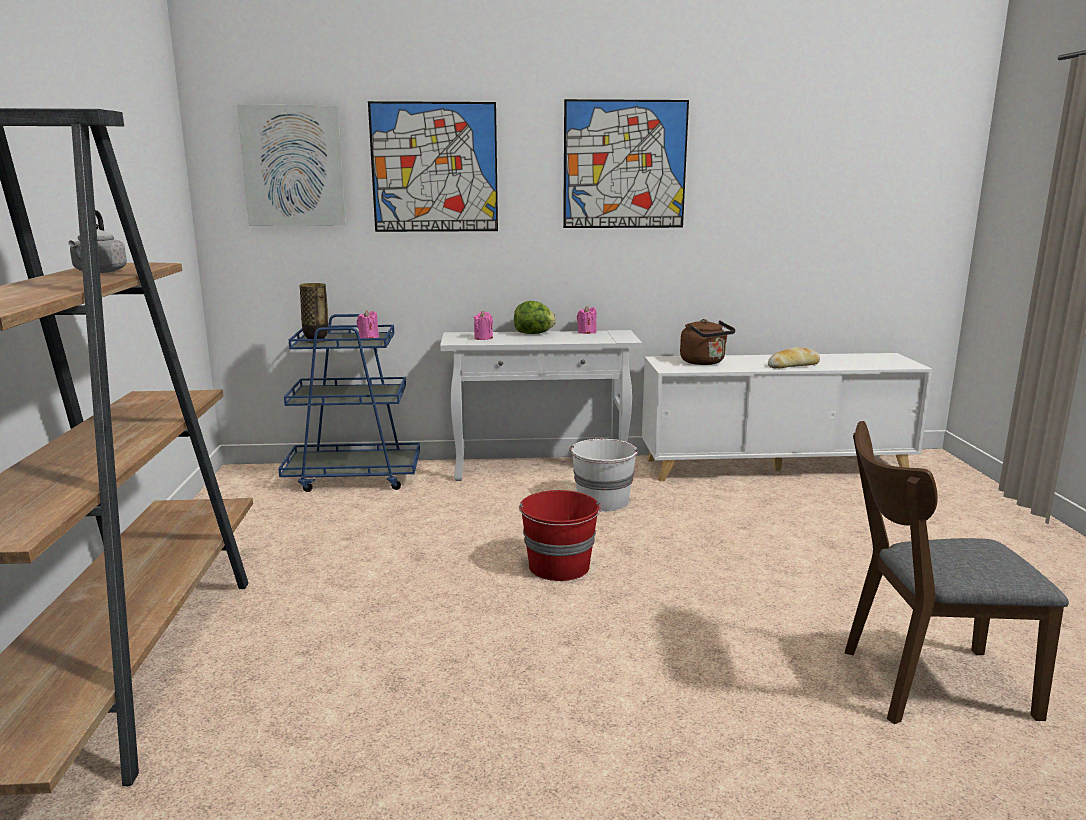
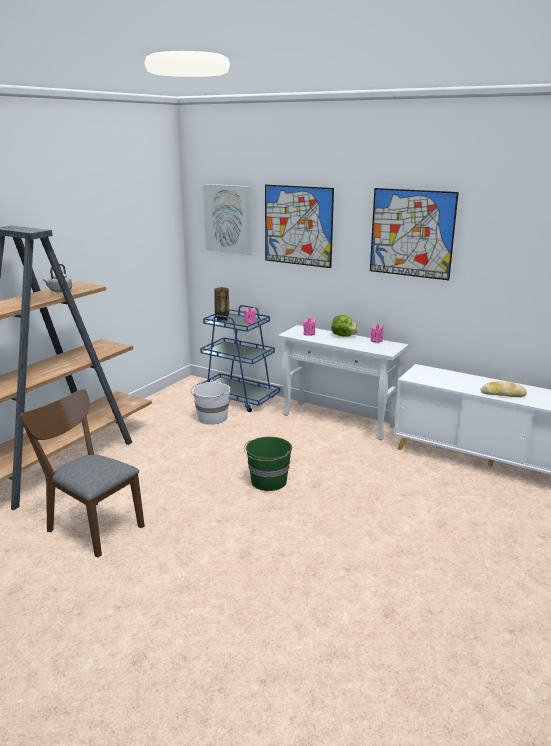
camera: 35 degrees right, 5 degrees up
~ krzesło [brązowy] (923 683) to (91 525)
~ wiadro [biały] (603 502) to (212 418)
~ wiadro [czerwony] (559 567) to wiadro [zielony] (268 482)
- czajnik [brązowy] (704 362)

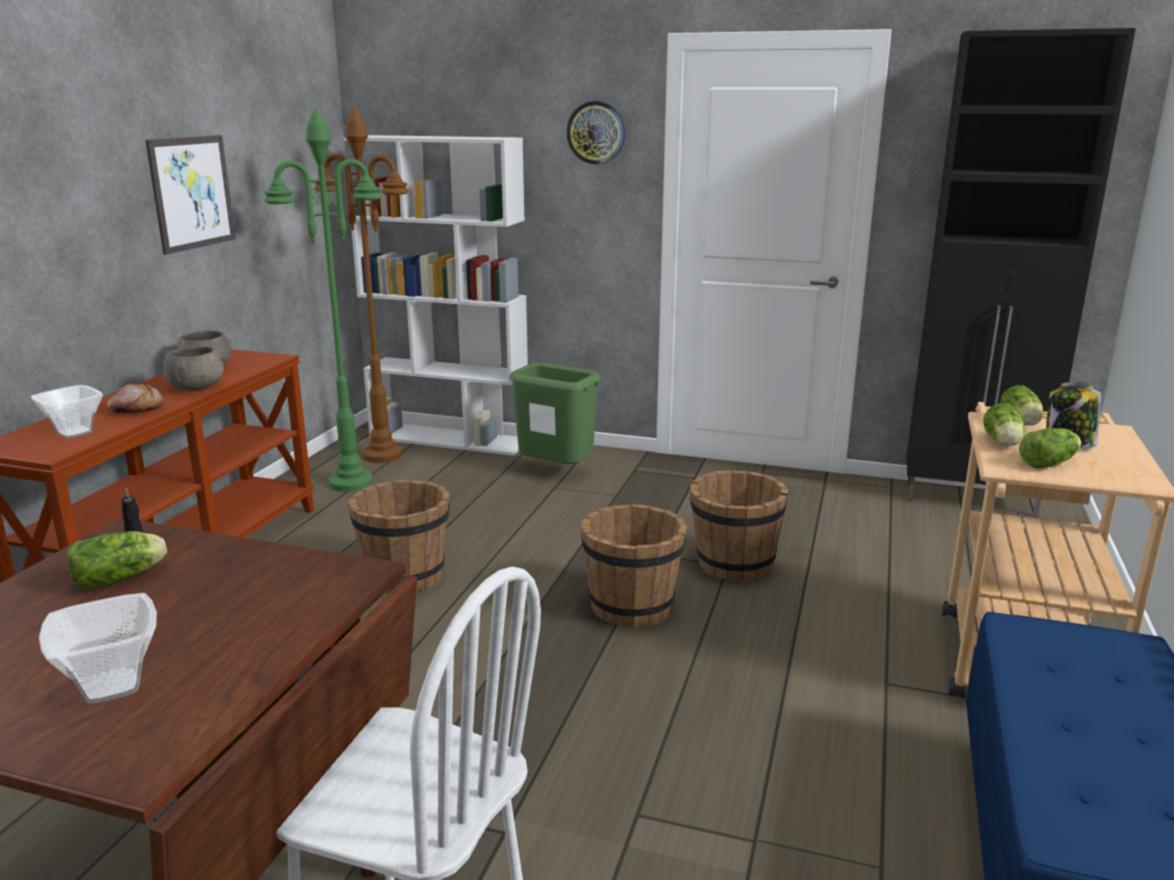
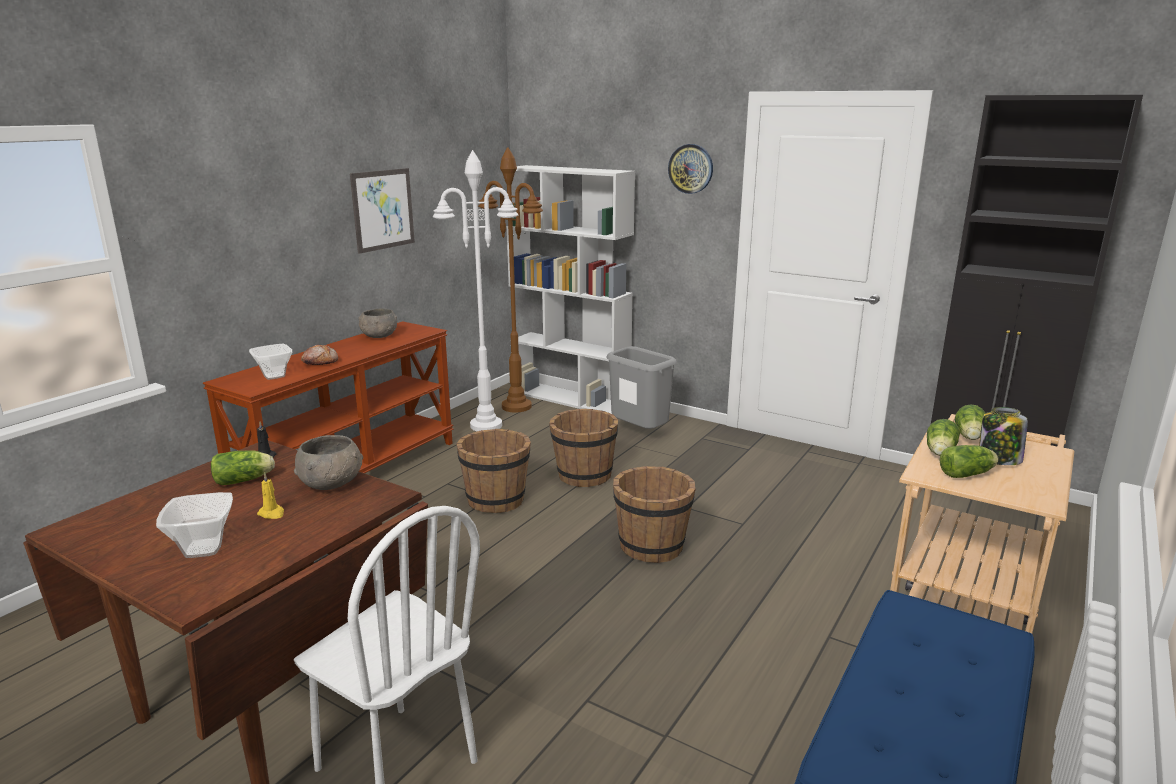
camera: 15 degrees right, 0 degrees up
+ świeca [żółty] (272 513)
~ miska [szary] (197 387) to (332 483)
~ lampa stojąca [zielony] (352 482) to lampa stojąca [biały] (486 425)
~ wiadro [brązowy] (734 564) to (584 475)
~ kosz na śmieci [zielony] (557 473) to kosz na śmieci [szary] (640 434)

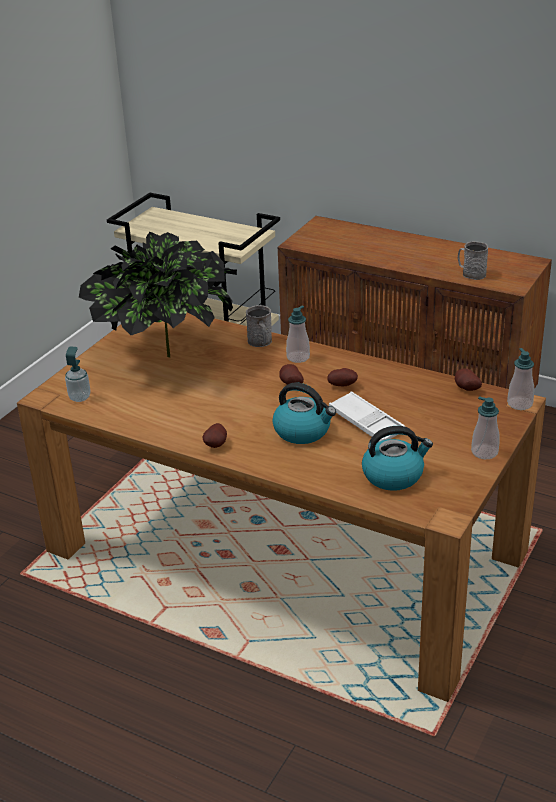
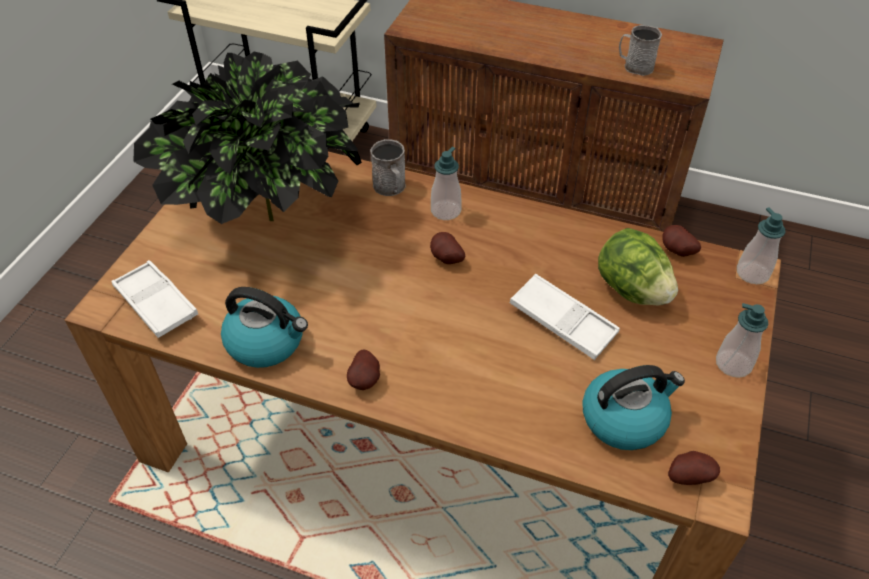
camera: 10 degrees left, 15 degrees up
~ dozownik mydła (80 397) to taca [biały] (156 303)
~ czajnik (303 431) to (267 342)
+ sałata (631 290)
~ ziemniak (343 385) to (688 476)

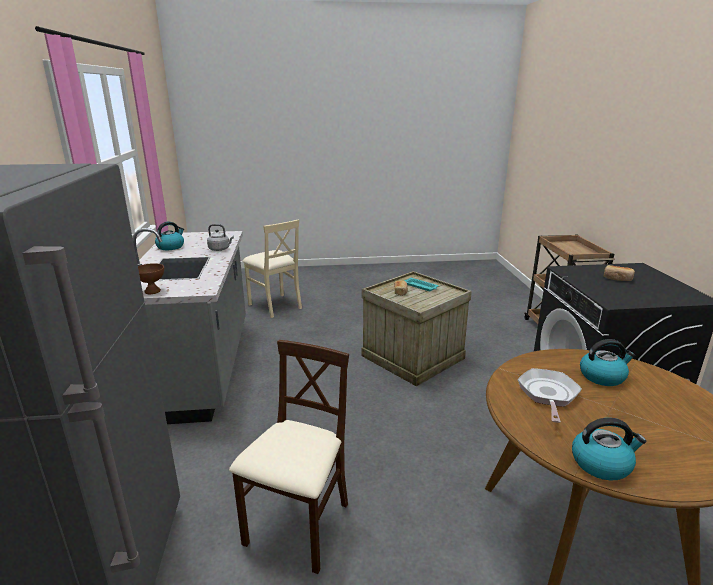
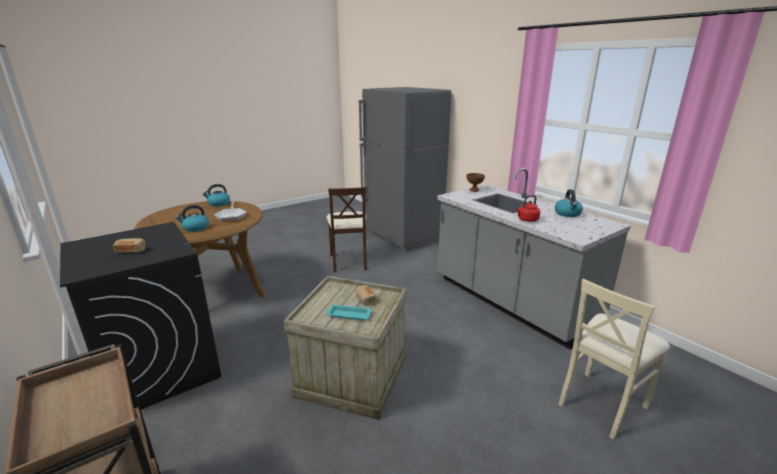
camera: 150 degrees right, 0 degrees up
~ czajnik [szary] (220 249) to czajnik [czerwony] (527 220)
~ krzesło [beżowy] (275 305) = (601 403) 60 degrees counterclockwise

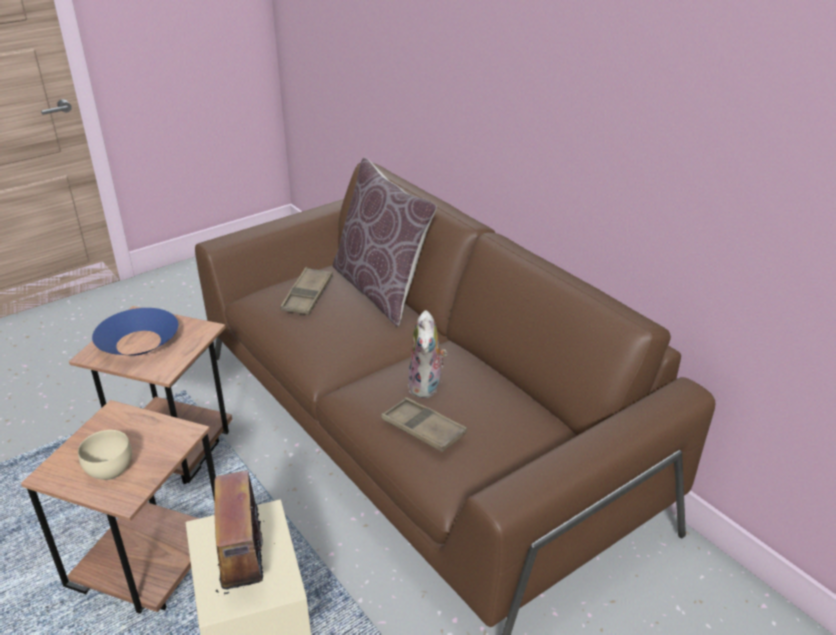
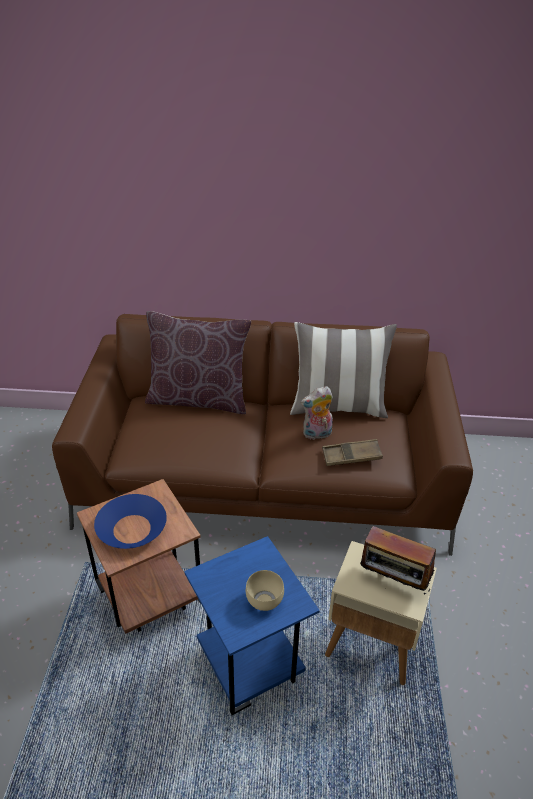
camera: 50 degrees left, 5 degrees up
~ stolik [brązowy] (151 573) to stolik [niebieski] (248 667)
+ poduszka (338 407)
~ pluszak (427 386) = (317 434) 120 degrees clockwise
- taca [brązowy] (307 296)

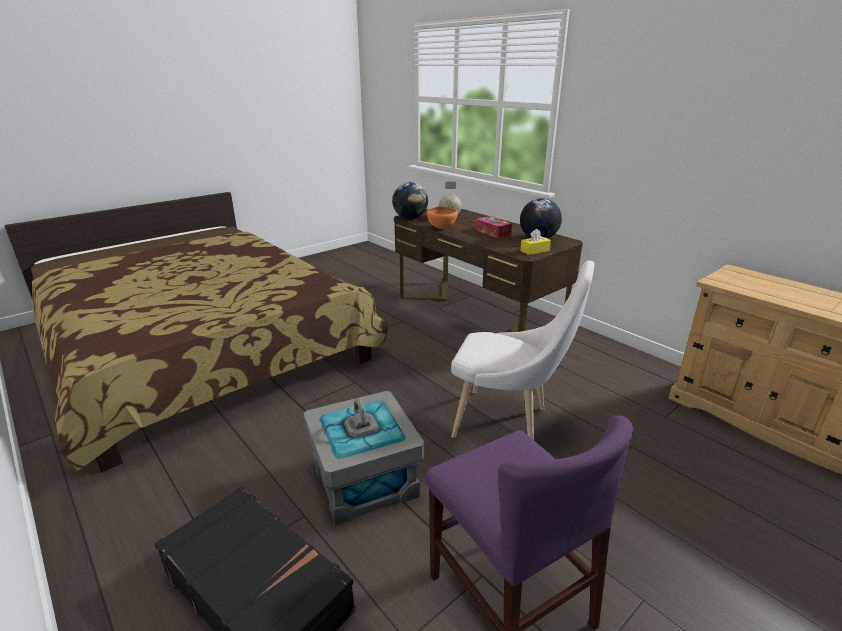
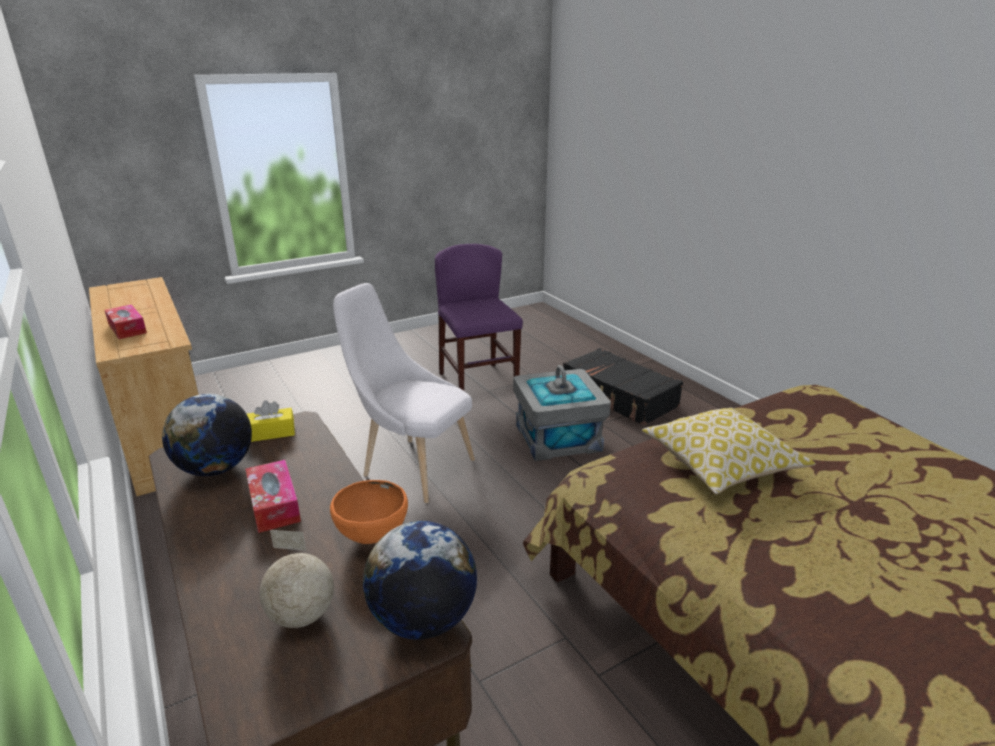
camera: 170 degrees left, 0 degrees up
+ pudełko chusteczek (127 328)
+ poduszka (721 465)

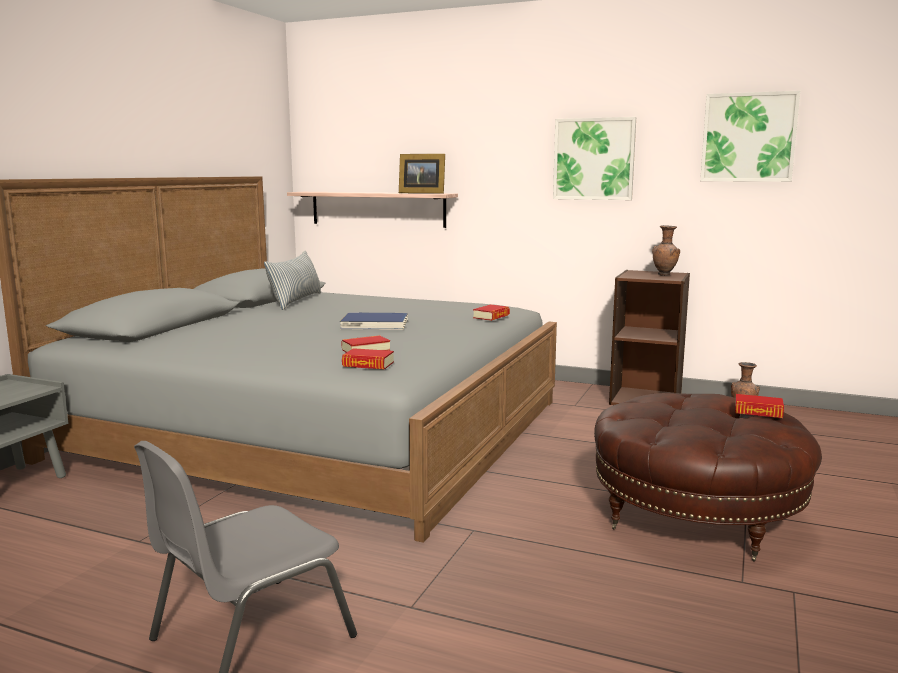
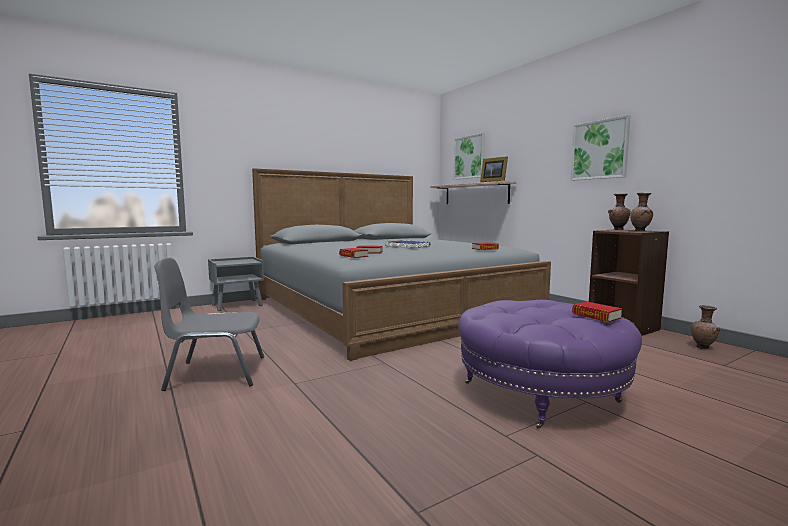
camera: 35 degrees right, 5 degrees down
~ obraz (748 137) to (469 157)
~ pufa [brązowy] (695 515) to pufa [fioletowy] (540 392)
+ wazon [brązowy] (618 229)
- poduszka (296 301)

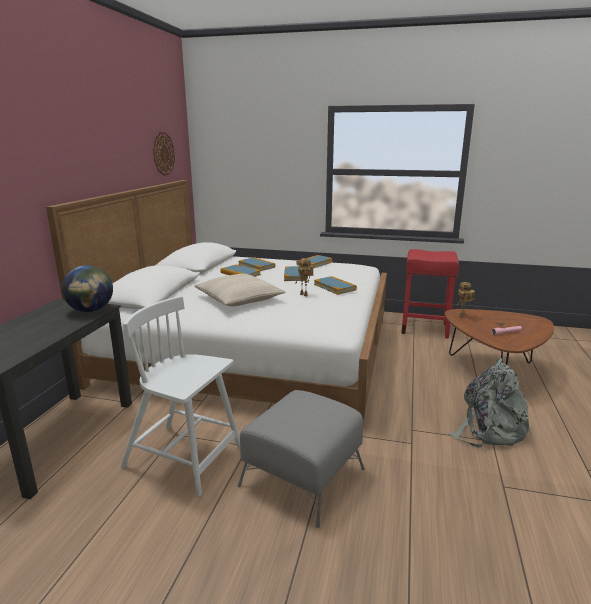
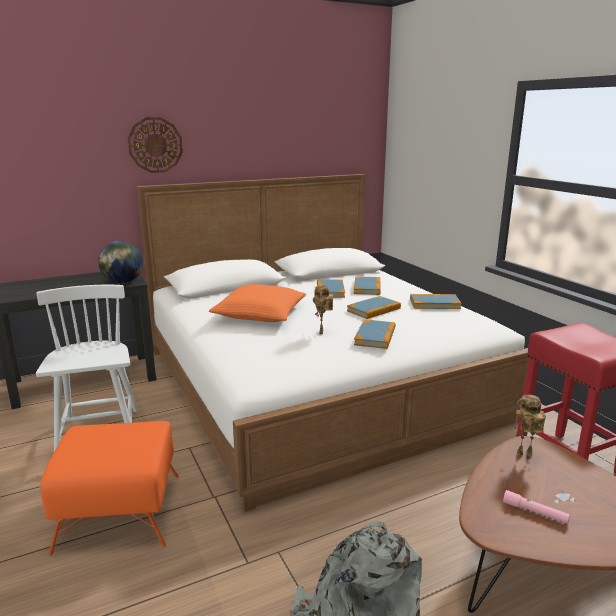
camera: 50 degrees right, 0 degrees up
~ pufa [szary] (303 477) to pufa [pomarańczowy] (120 512)
~ zegar ścienny (163 154) to (155 145)
~ poduszka [beżowy] (239 299) to poduszka [pomarańczowy] (260 313)

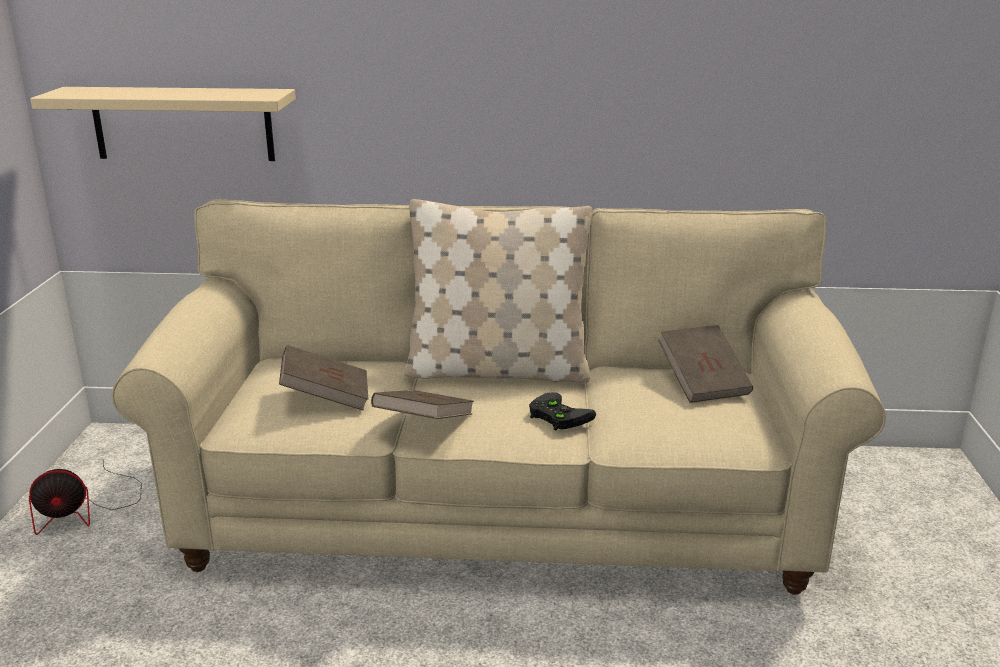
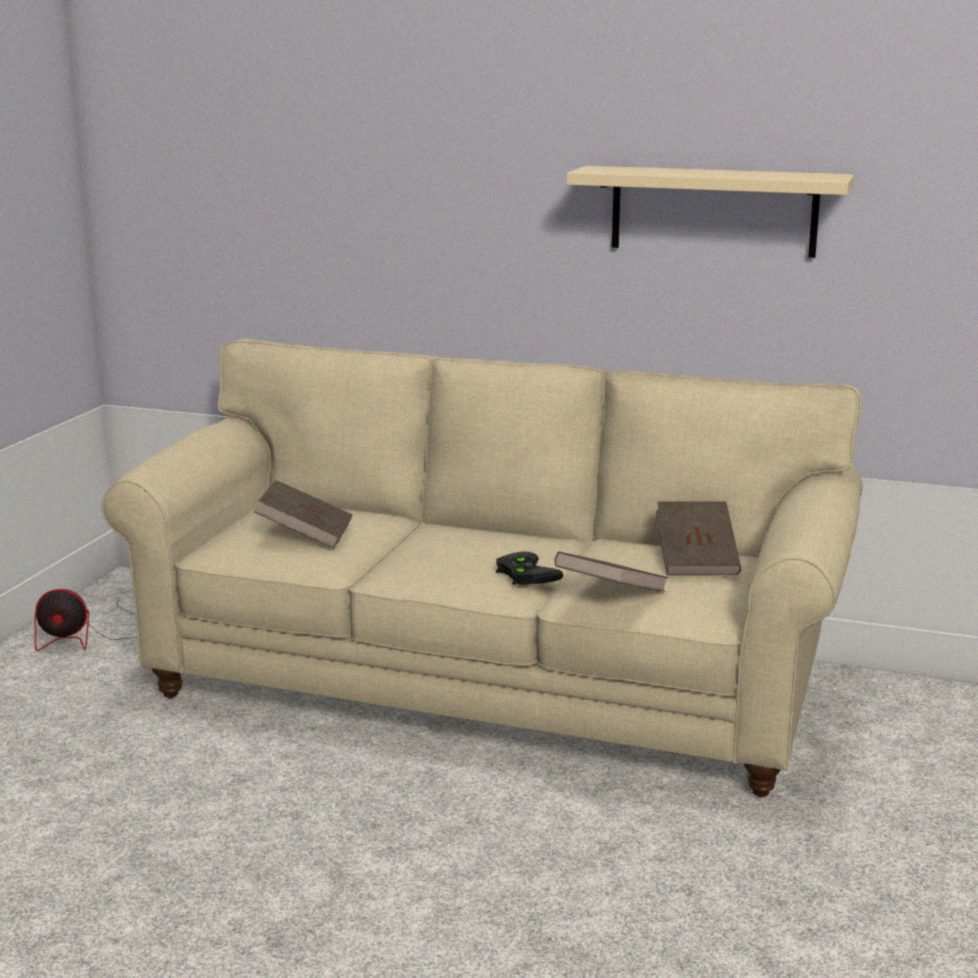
camera: 15 degrees right, 5 degrees down
~ książka [brązowy] (424 425) to (610 596)
~ półka [beżowy] (183 124) to (713 211)
- poduszka [beżowy] (497 370)

